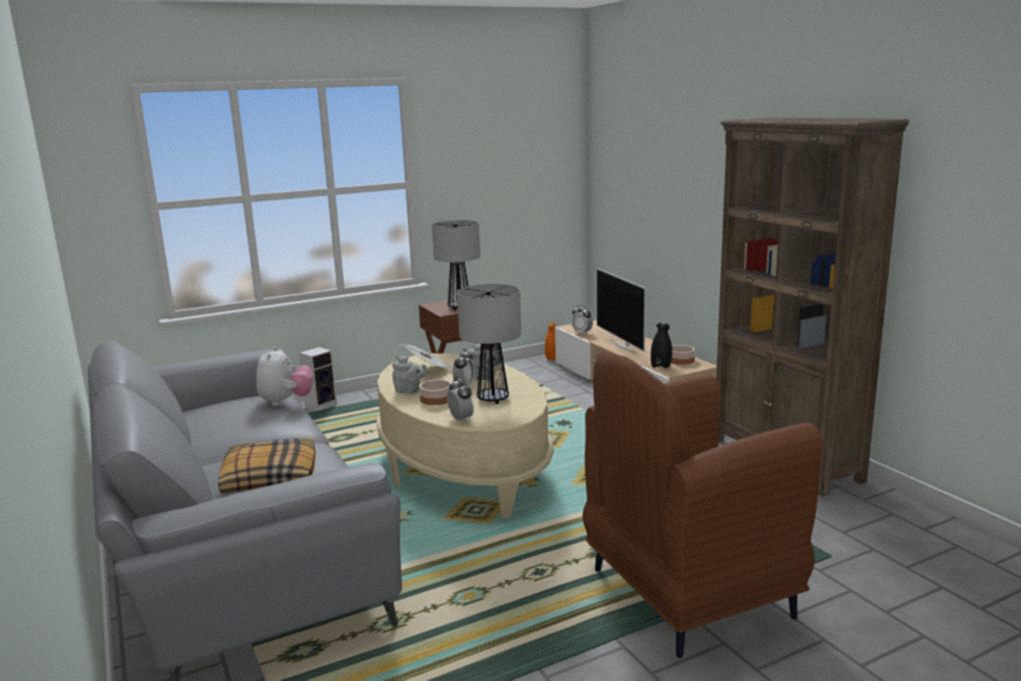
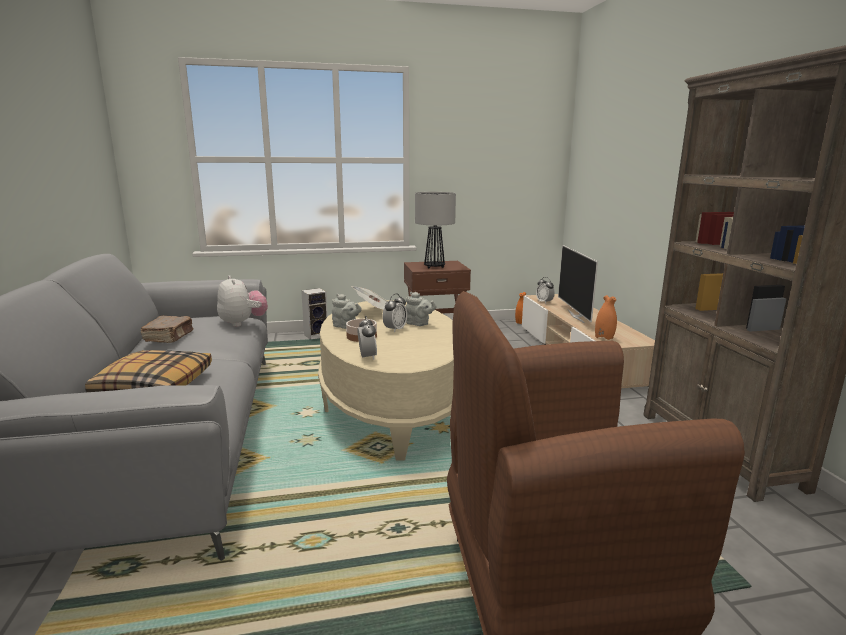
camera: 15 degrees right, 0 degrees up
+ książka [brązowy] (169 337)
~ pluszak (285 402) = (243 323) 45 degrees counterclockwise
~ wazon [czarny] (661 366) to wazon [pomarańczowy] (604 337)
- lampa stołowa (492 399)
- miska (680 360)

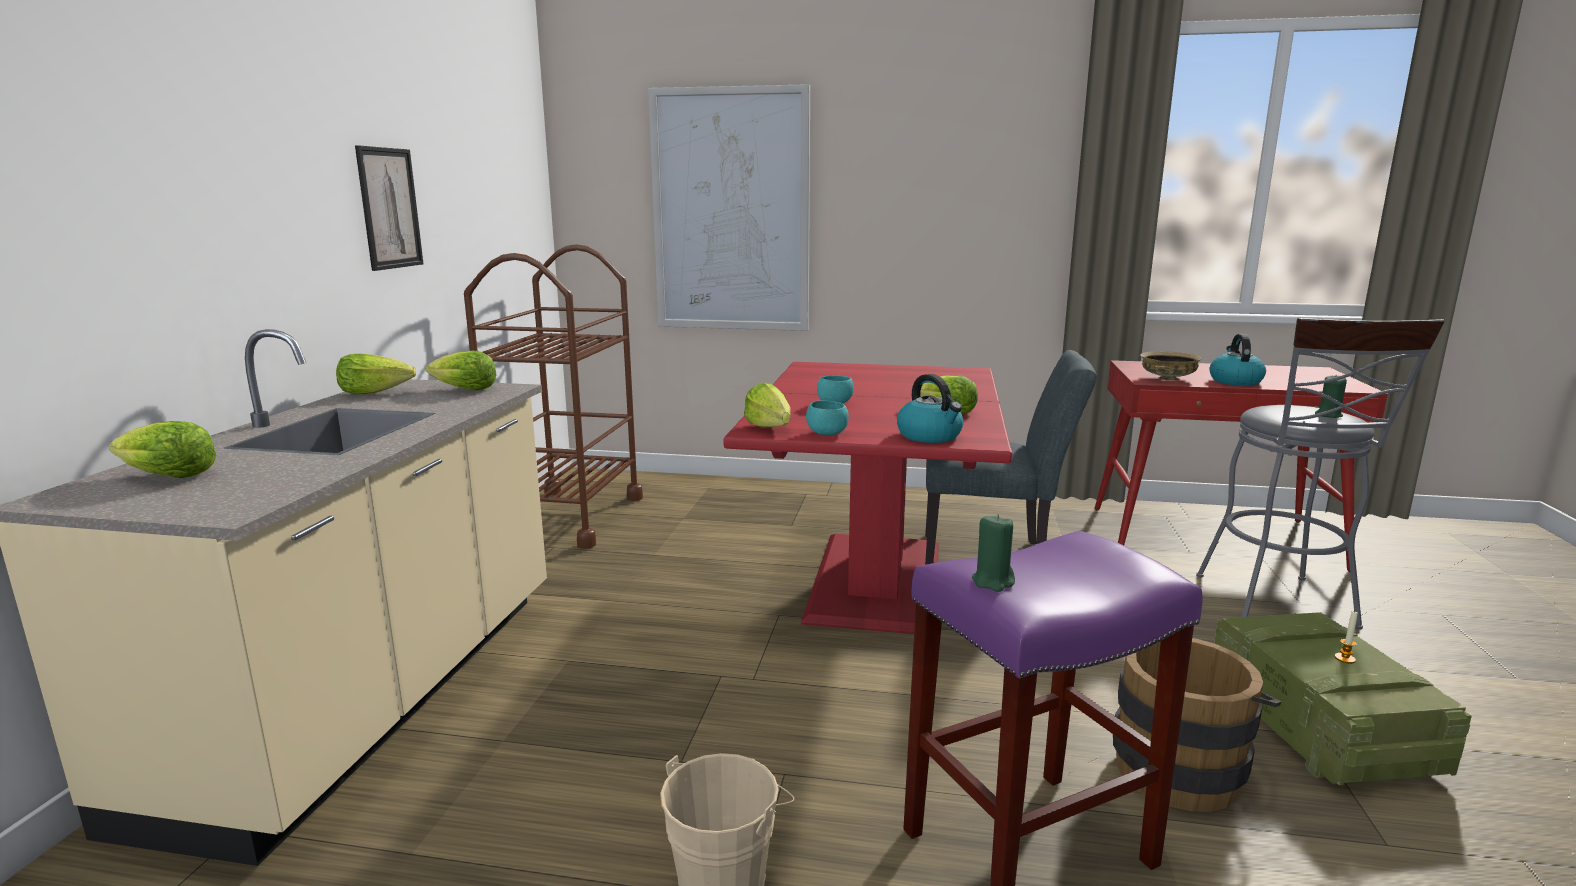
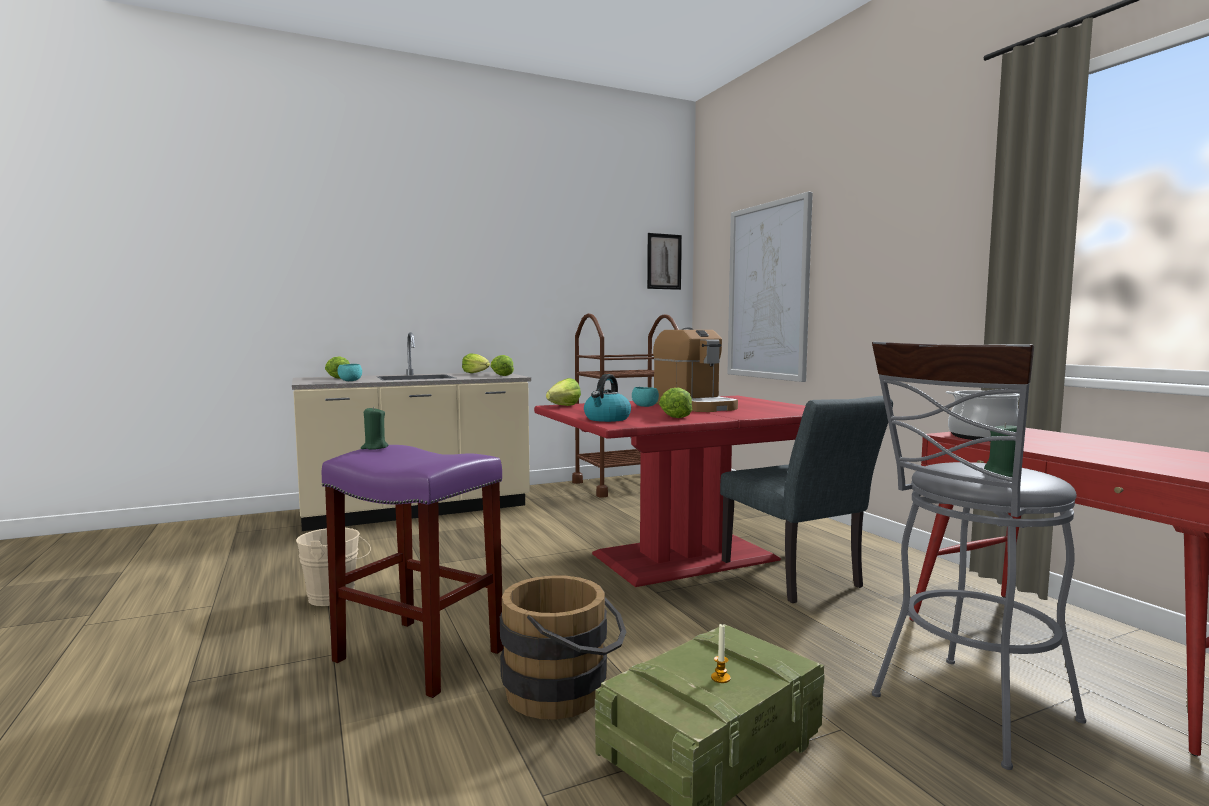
camera: 55 degrees right, 10 degrees down
~ miska [turkusowy] (827 433) to (350 381)
~ obraz (389 208) to (664 261)
+ ekspres do kawy (694 406)
~ miska [beżowy] (1167 379) to garnek (983 437)
- czajnik (1234 381)

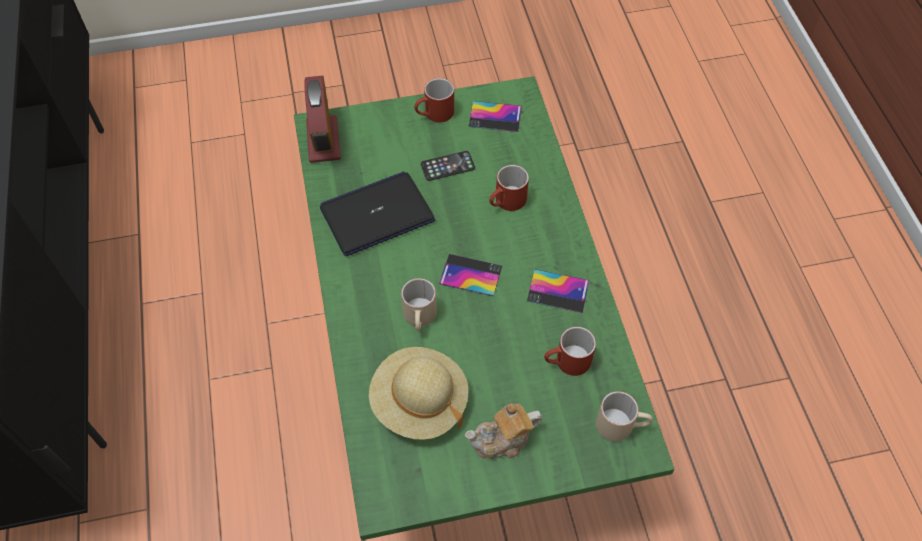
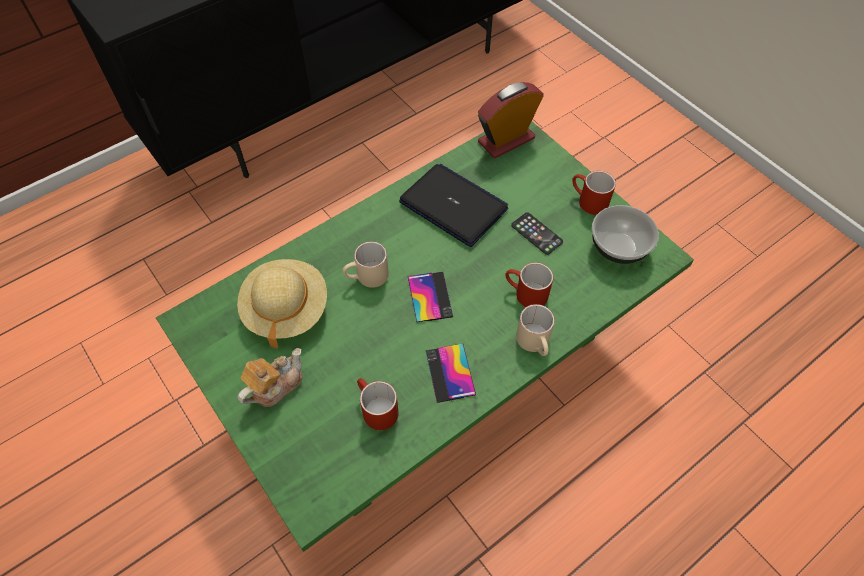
camera: 65 degrees right, 0 degrees up
~ imbryk (503 440) = (275 385) 90 degrees clockwise
~ kubek [beżowy] (621 425) to (536 343)
~ telefon (495 116) to miska (619 247)

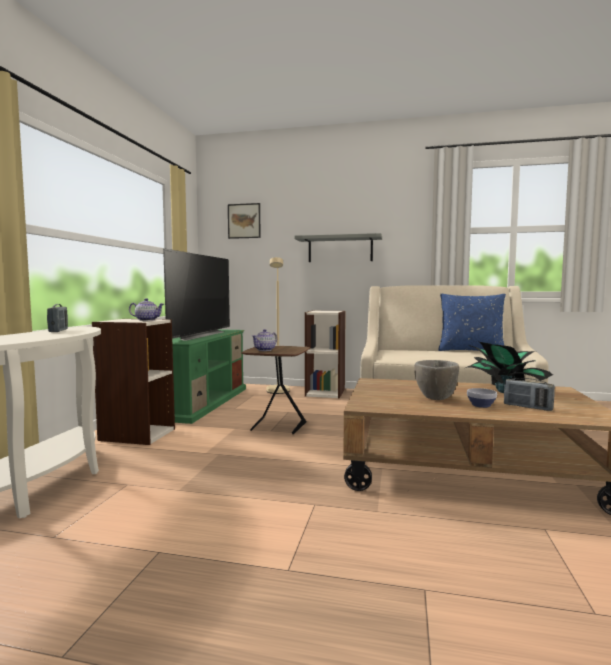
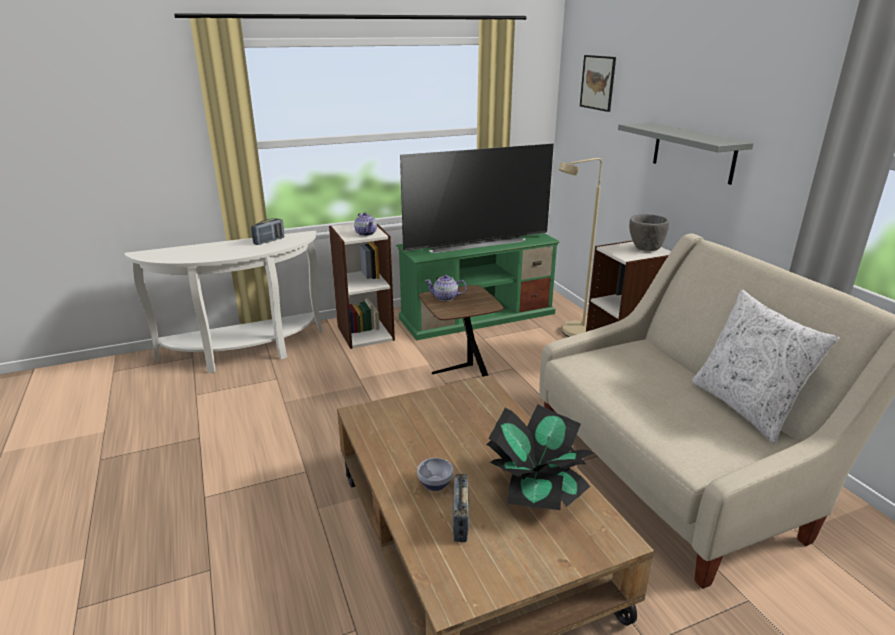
camera: 55 degrees right, 20 degrees up
~ miska [szary] (436 398) to (645 249)
~ poduszka [niebieski] (470 351) to poduszka [biały] (745 407)

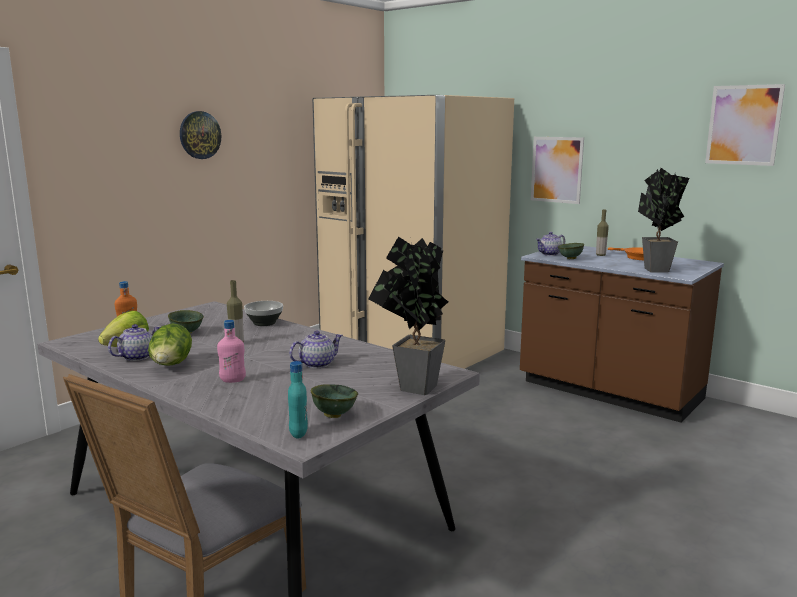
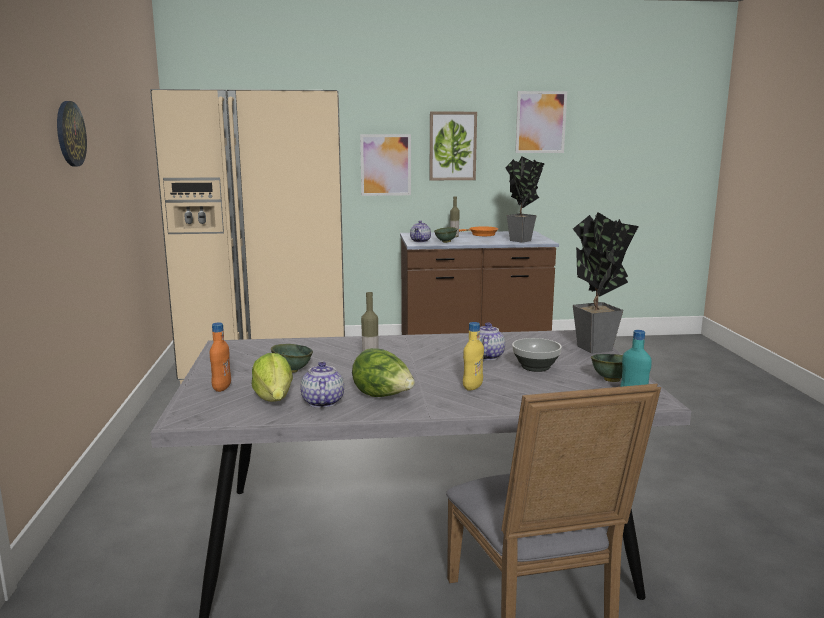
camera: 45 degrees left, 0 degrees up
+ obraz (452 146)
~ butelka [różowy] (232 380) to butelka [żółty] (472 387)
~ miska (264 323) to (535 367)

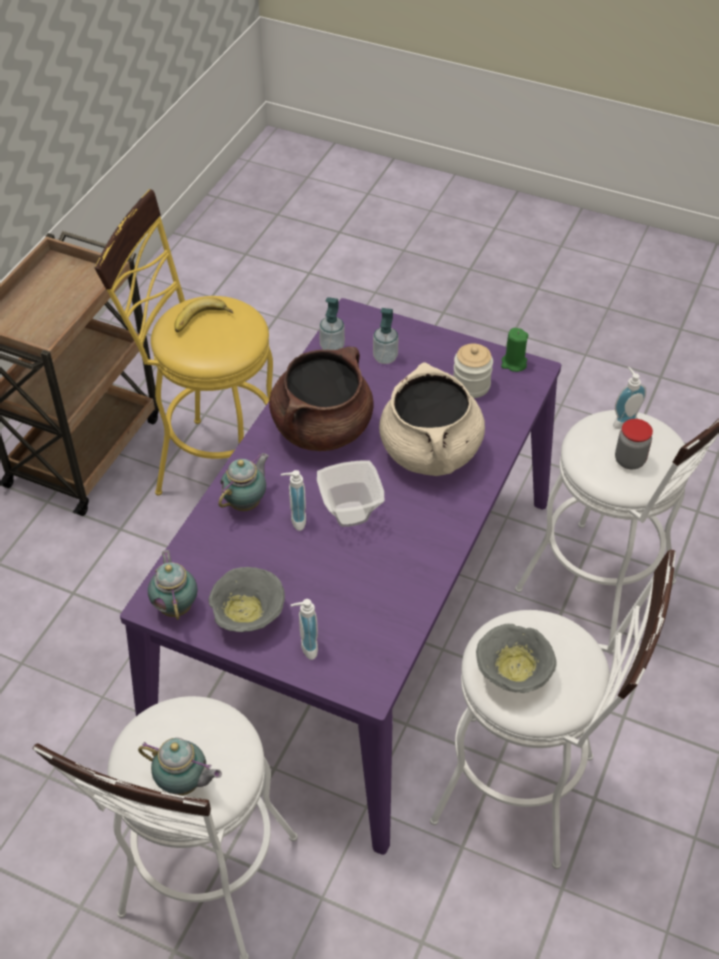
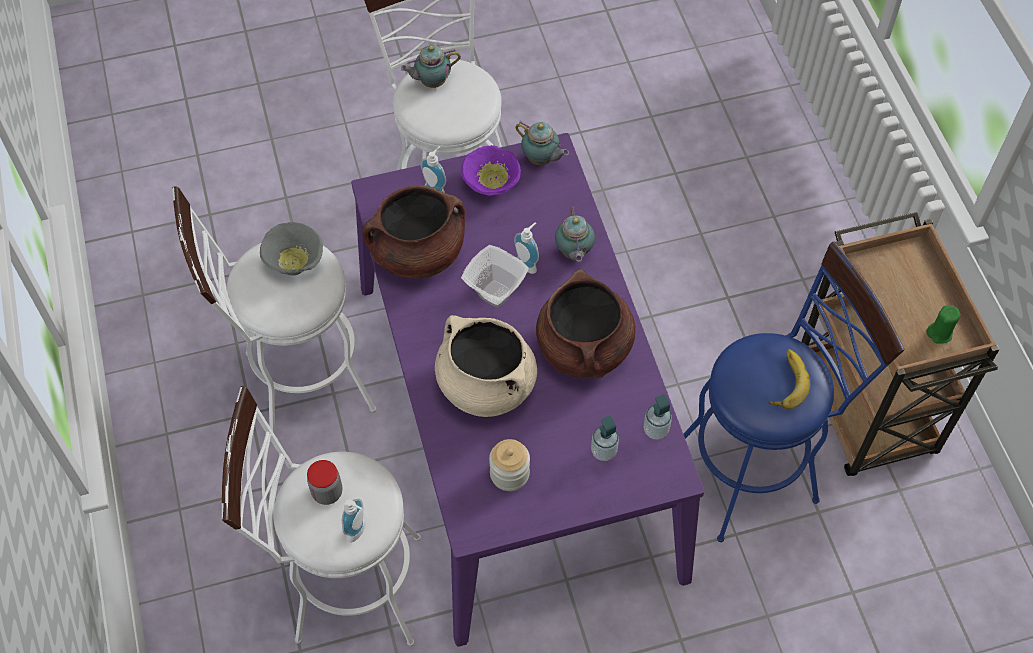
camera: 140 degrees right, 10 degrees up
+ garnek [brązowy] (417 253)
~ miska [szary] (248 616) to miska [fioletowy] (490 183)
~ stołek [żółty] (213 465) to stołek [niebieski] (755 469)
~ świeca [zielony] (513 363) to (939 333)

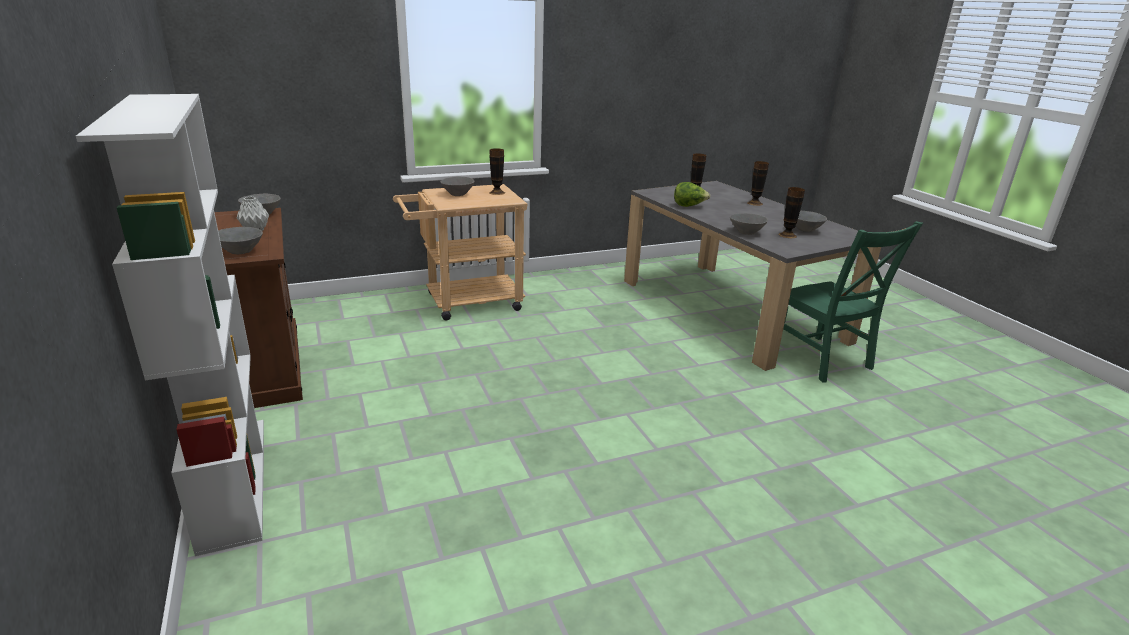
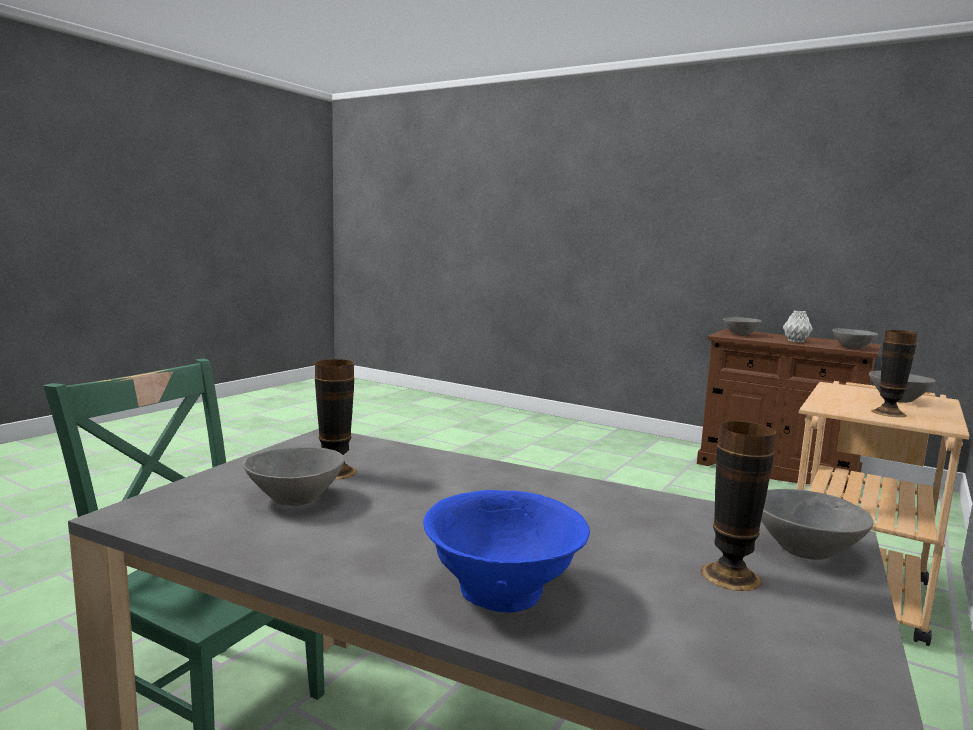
camera: 145 degrees right, 15 degrees down
~ wazon (755 203) to miska [niebieski] (503 590)
~ miska [szary] (746 232) to (807 550)
- regał [biały] (232 479)
- sałata (689 206)

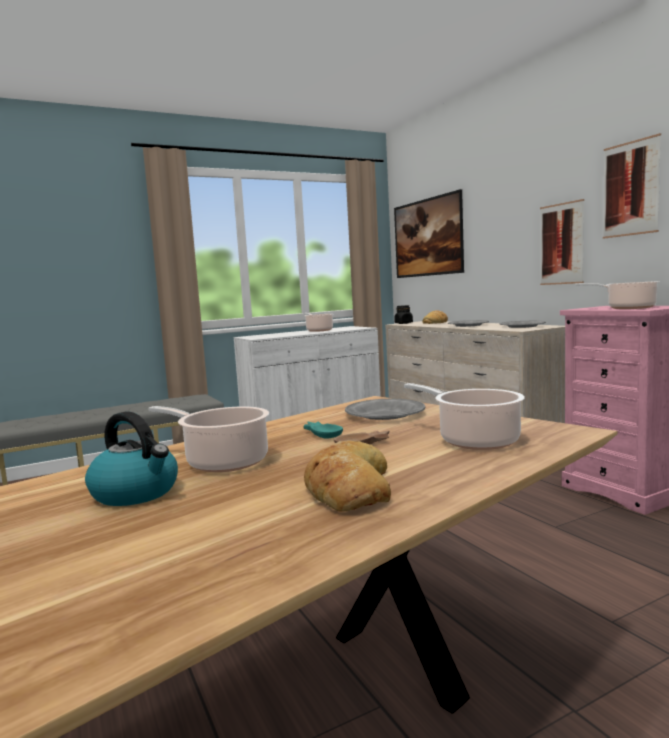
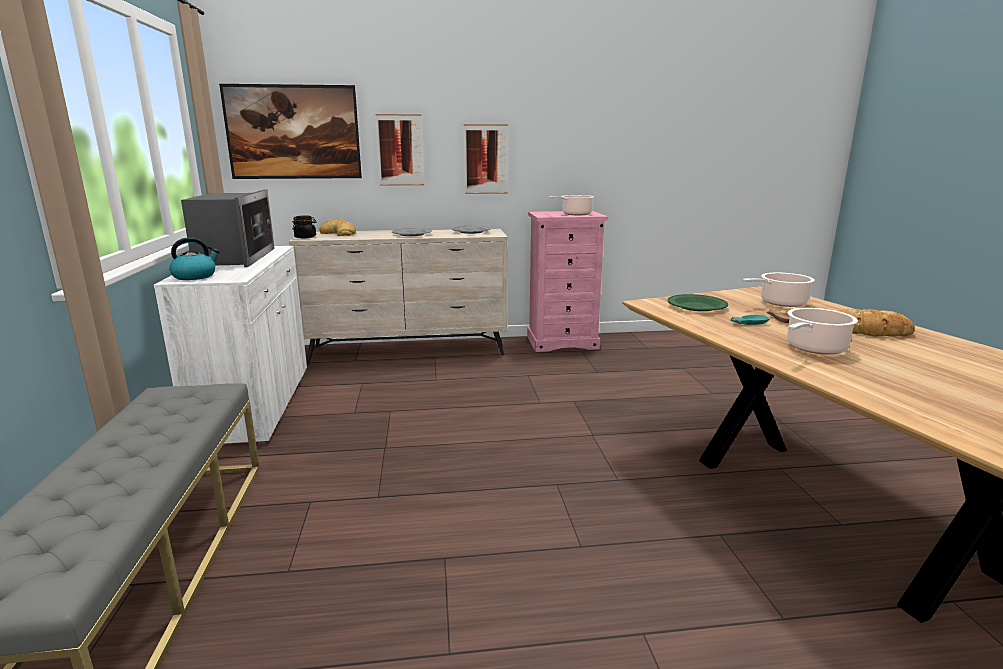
camera: 70 degrees left, 10 degrees up
~ czajnik (136 493) to (195 276)
~ garnek (318 330) to mikrofalówka (235 257)
~ obraz (630 189) to (400 150)
~ talerz [szary] (385 414) to talerz [zielony] (697 306)

